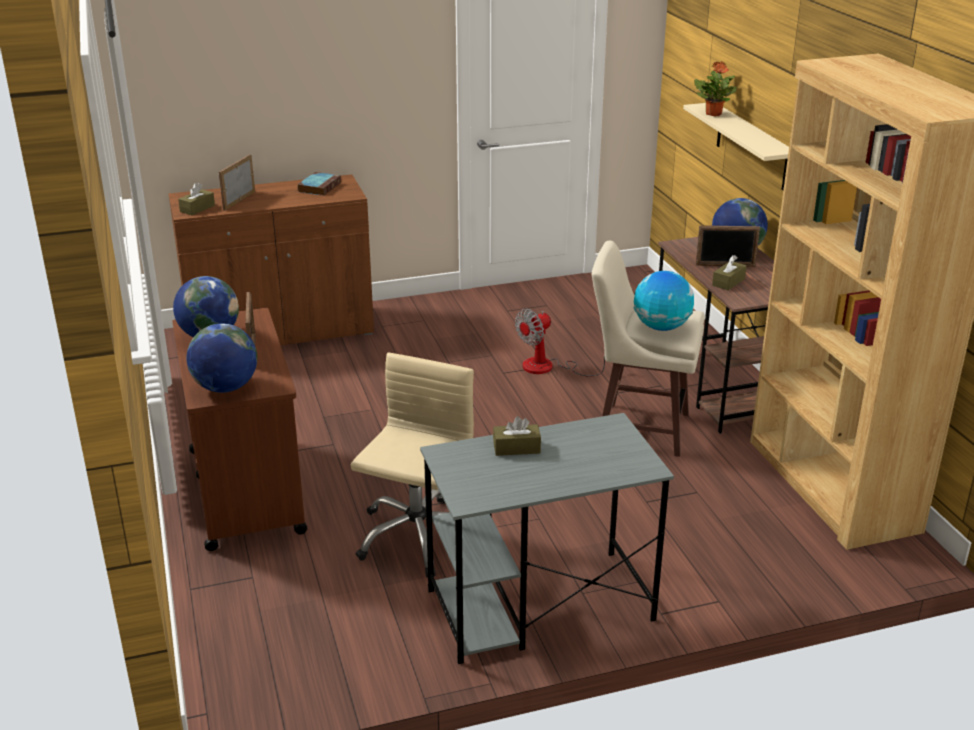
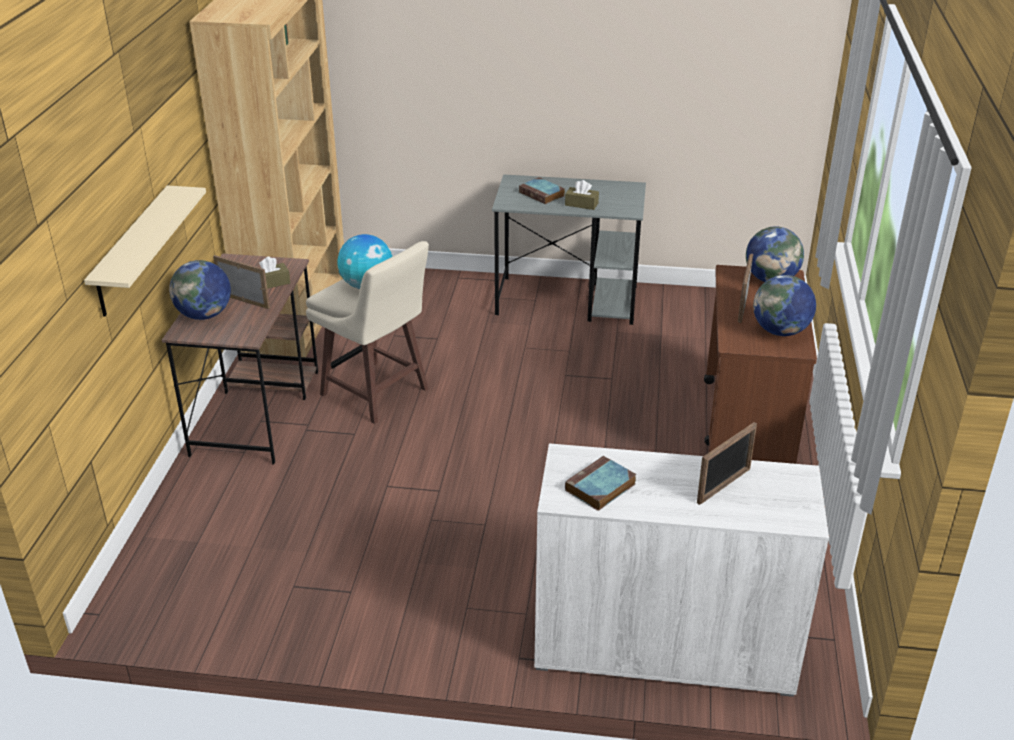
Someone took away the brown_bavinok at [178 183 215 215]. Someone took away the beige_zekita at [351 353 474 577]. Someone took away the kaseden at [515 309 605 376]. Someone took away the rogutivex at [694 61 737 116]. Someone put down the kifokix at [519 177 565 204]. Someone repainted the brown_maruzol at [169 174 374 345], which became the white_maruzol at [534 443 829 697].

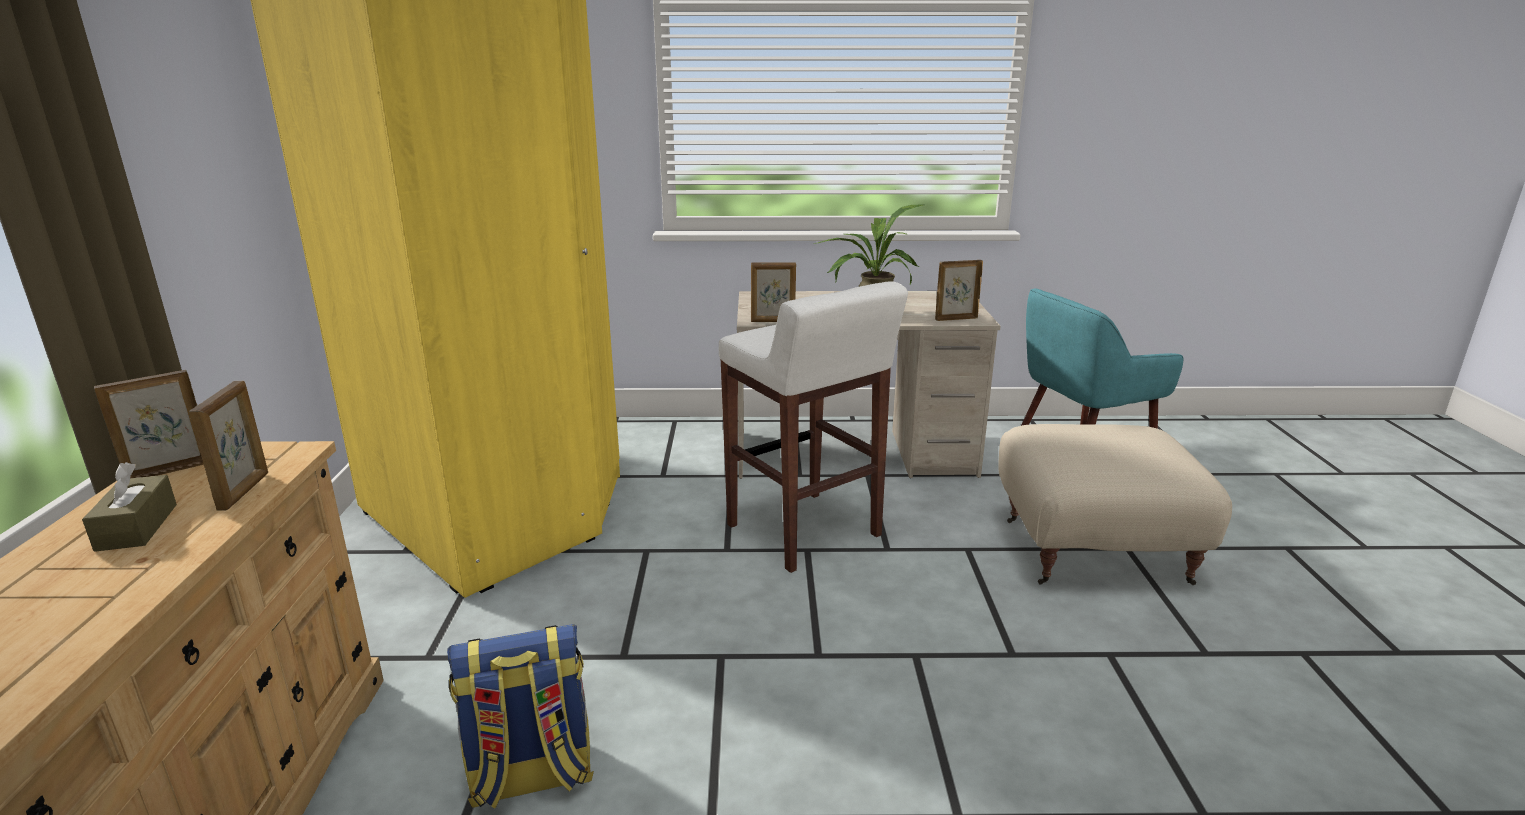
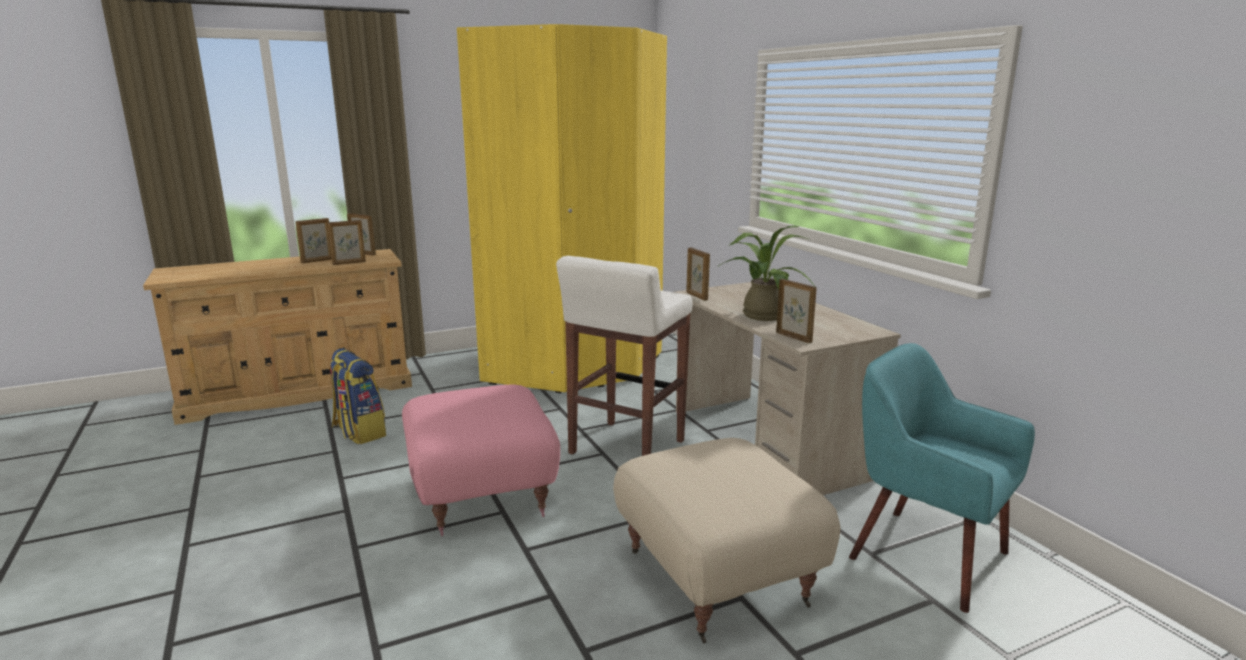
Someone put down the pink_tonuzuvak at [402 384 560 536]. Someone swapped the brown_bavinok at [82 462 177 552] for the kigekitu at [295 218 332 263].

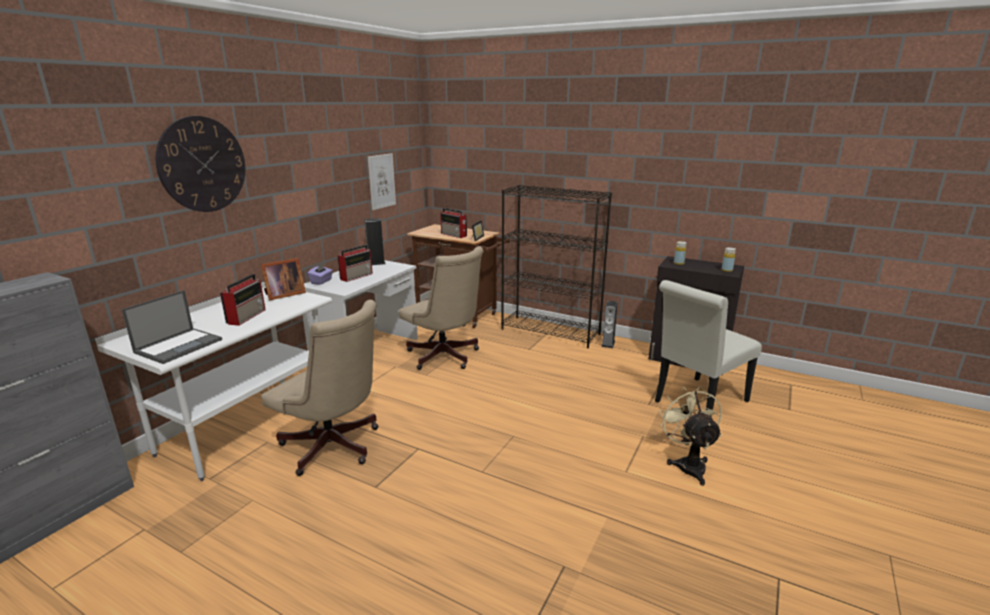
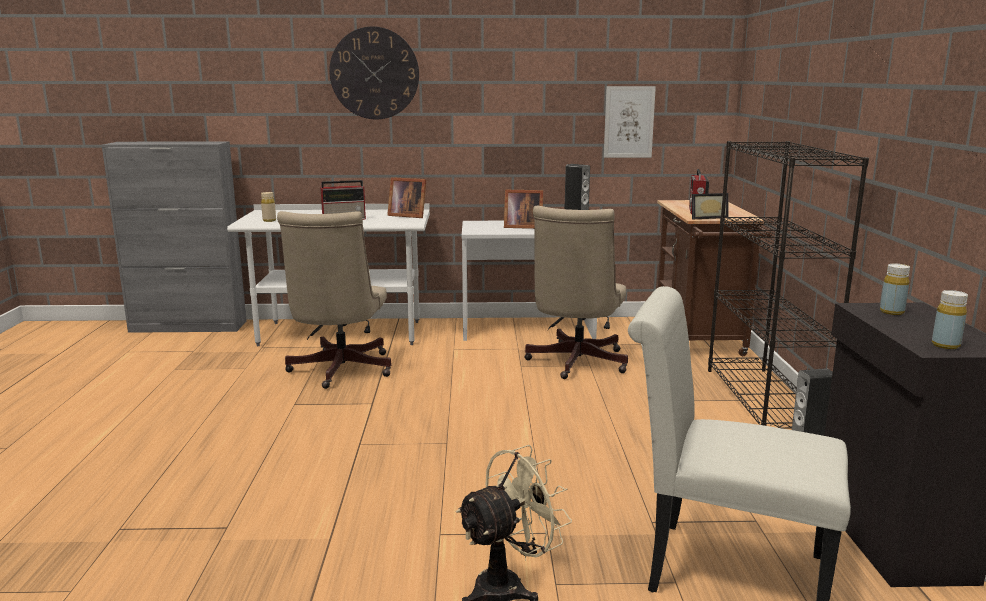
Someone took away the purple_bavinok at [307 263 333 285]. Someone swapped the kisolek at [122 290 222 364] for the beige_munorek at [261 192 276 222]. Someone swapped the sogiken at [337 245 373 282] for the kigekitu at [504 190 543 229].

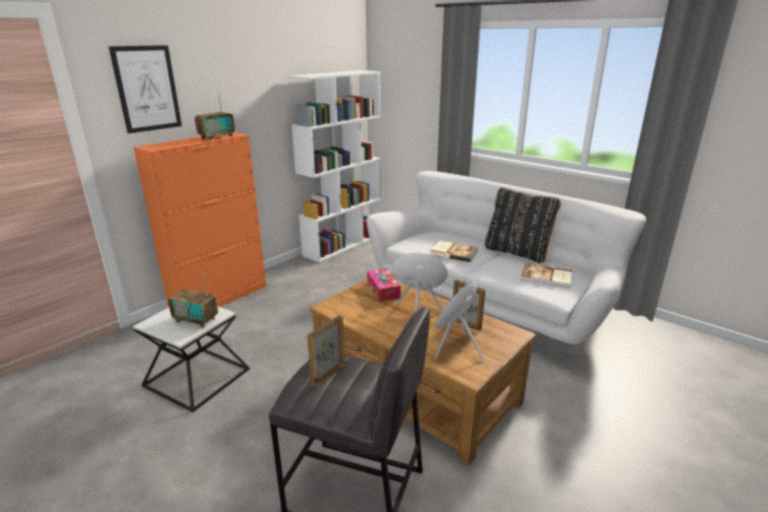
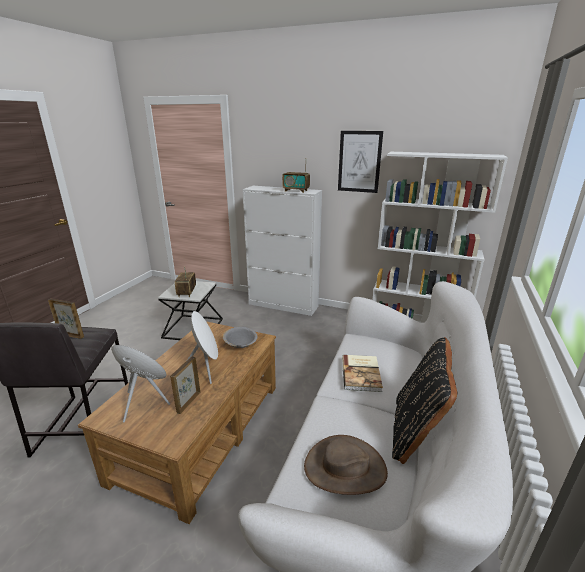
Someone carried the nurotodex from [109 45 182 134] to [338 131 383 193]. Someone swapped the bavinok at [367 268 401 302] for the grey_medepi at [223 327 258 348]. Someone swapped the kifokix at [521 263 572 288] for the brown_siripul at [304 435 388 495]. Someone repainted the orange_maruzol at [133 132 266 308], which became the white_maruzol at [243 186 322 316].

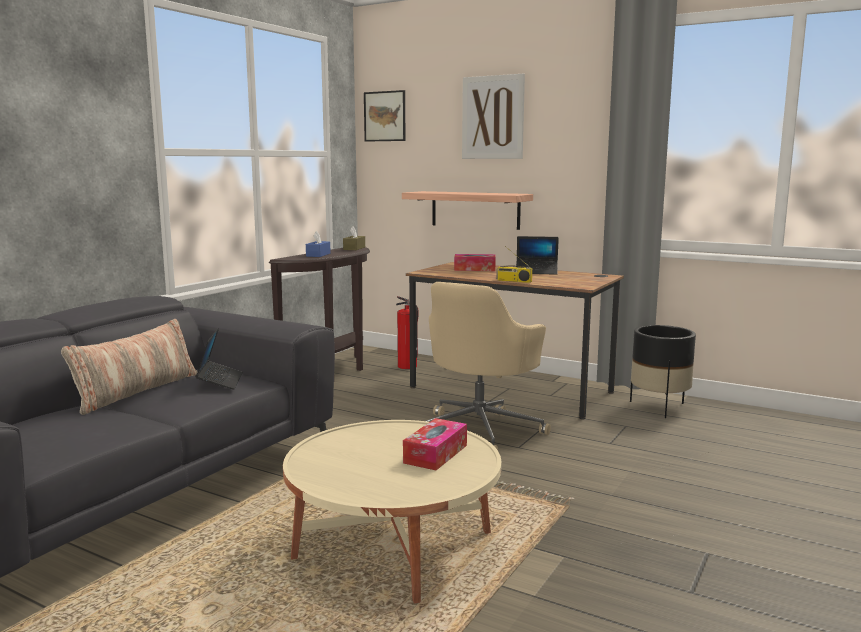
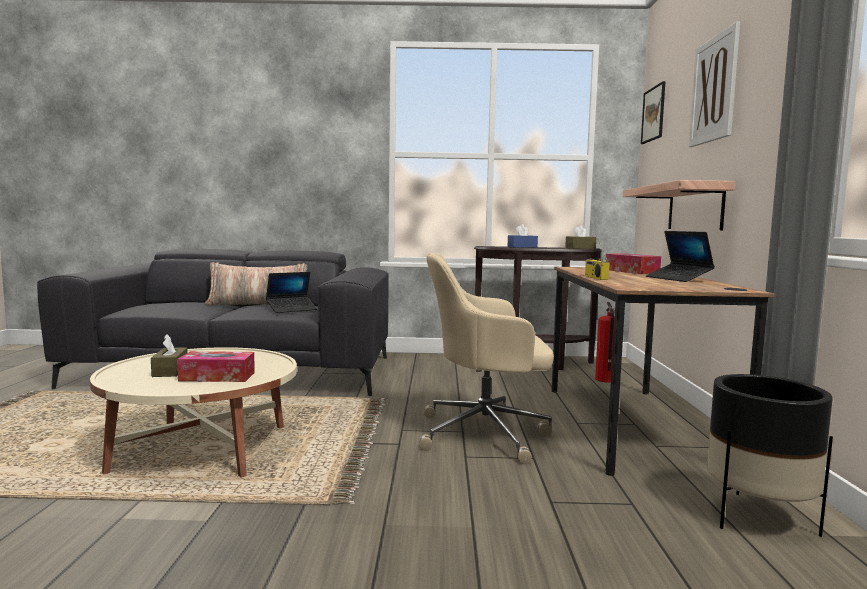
Someone put down the brown_bavinok at [151 334 188 377].

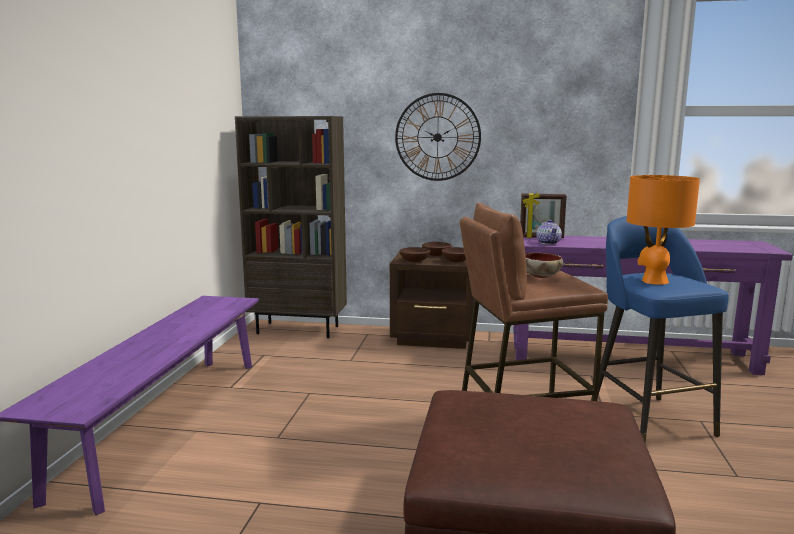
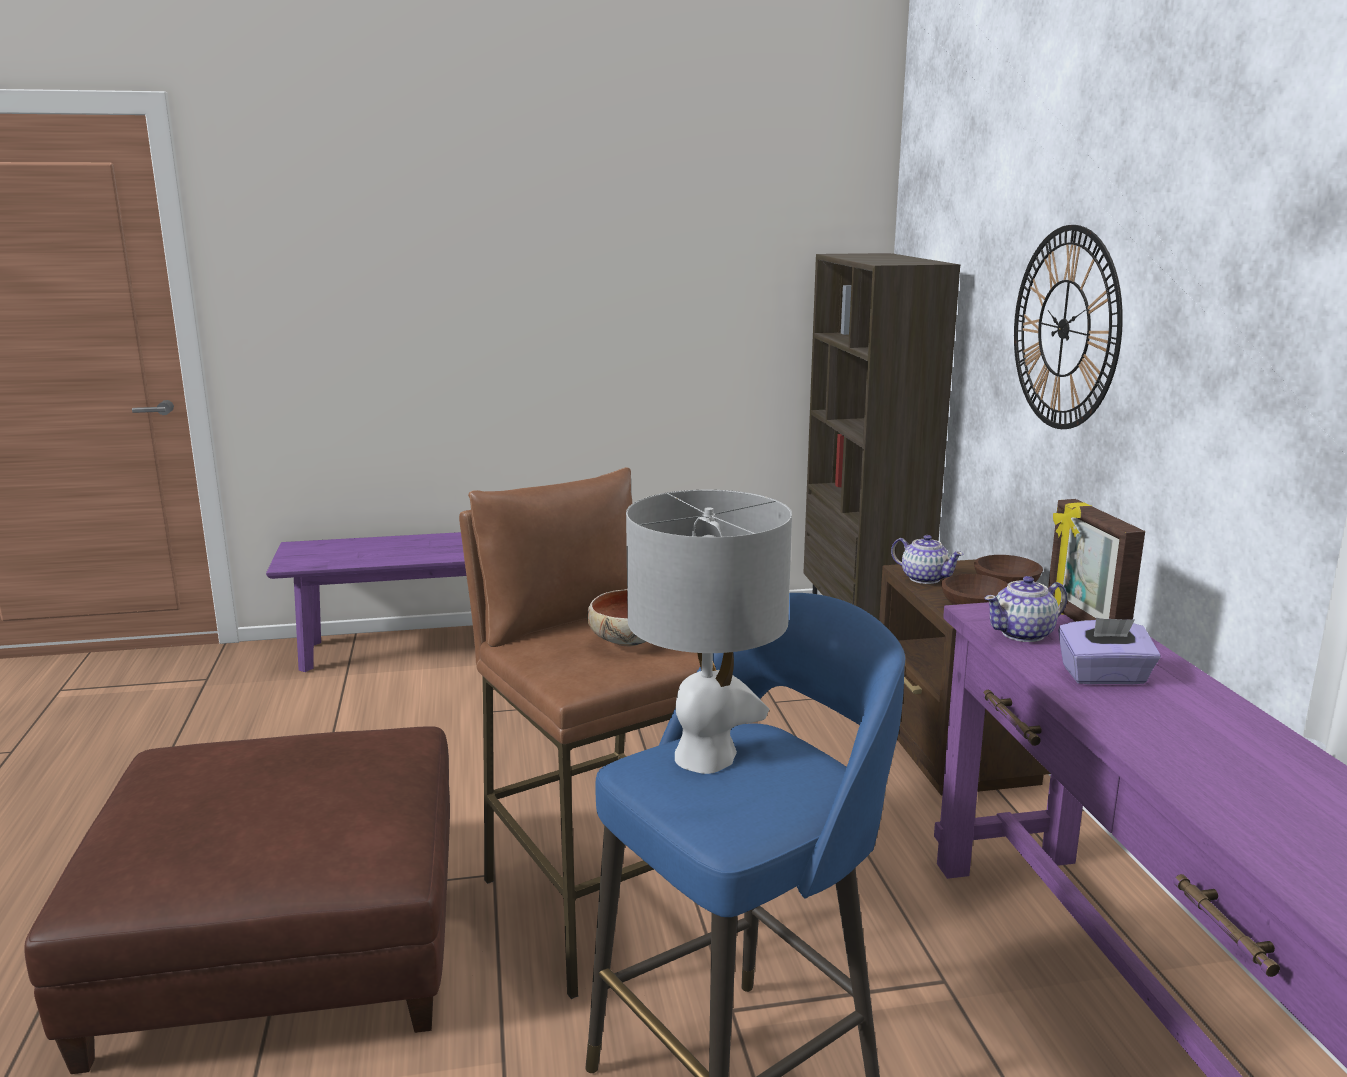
Someone put down the purple_bavinok at [1058 618 1160 684]. Someone swapped the brown_medepi at [399 247 430 262] for the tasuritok at [891 535 963 584]. Someone repainted the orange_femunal at [627 175 700 285], which became the grey_femunal at [626 490 792 774].

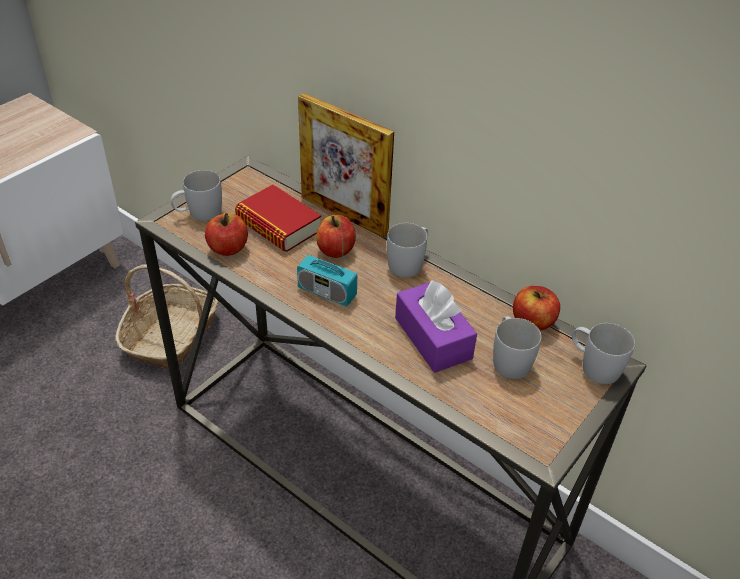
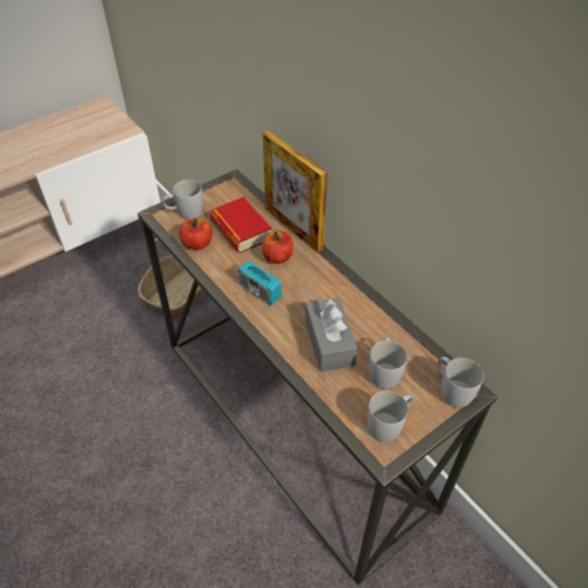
Someone took away the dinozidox at [513 286 560 331]. Someone carried the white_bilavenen from [387 223 428 277] to [367 391 412 442]. Someone repainted the purple_bavinok at [395 280 477 373], which became the grey_bavinok at [305 298 358 372].

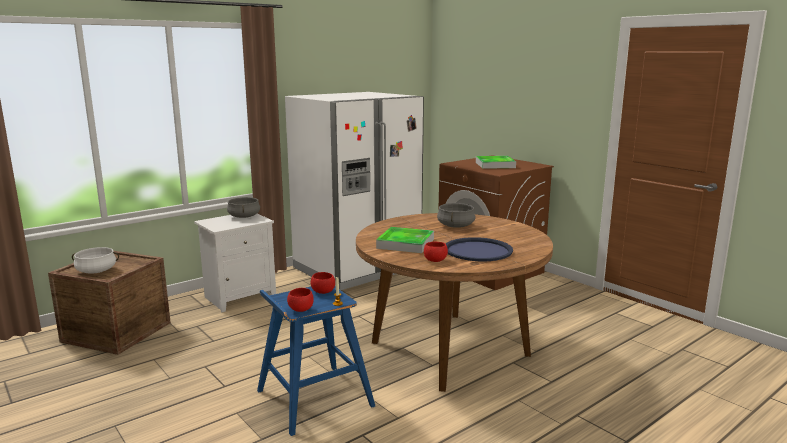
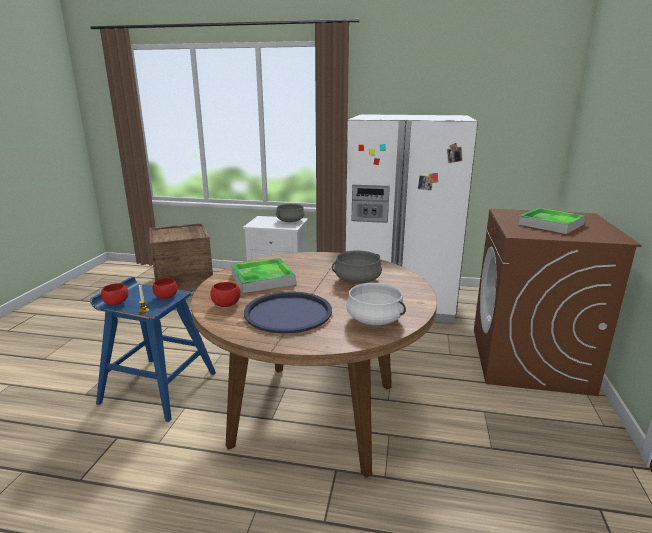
Someone carried the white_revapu from [72 247 119 274] to [346 283 406 325].

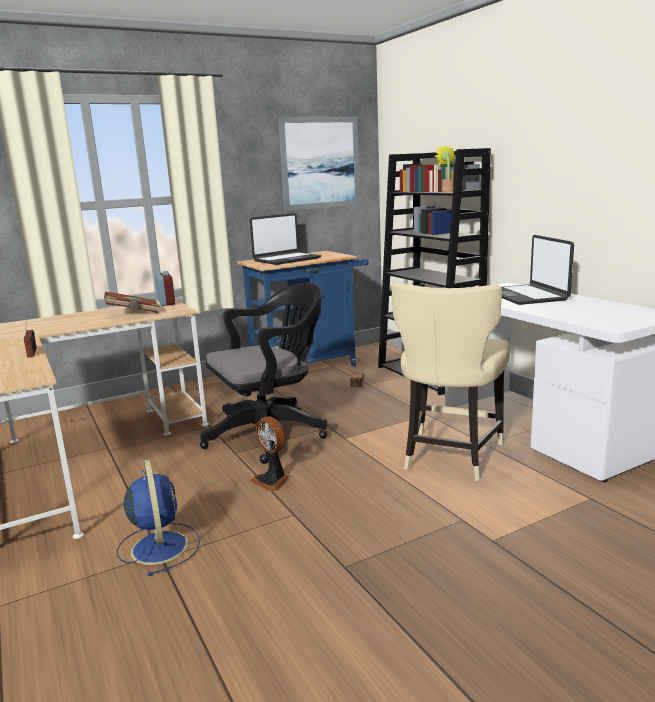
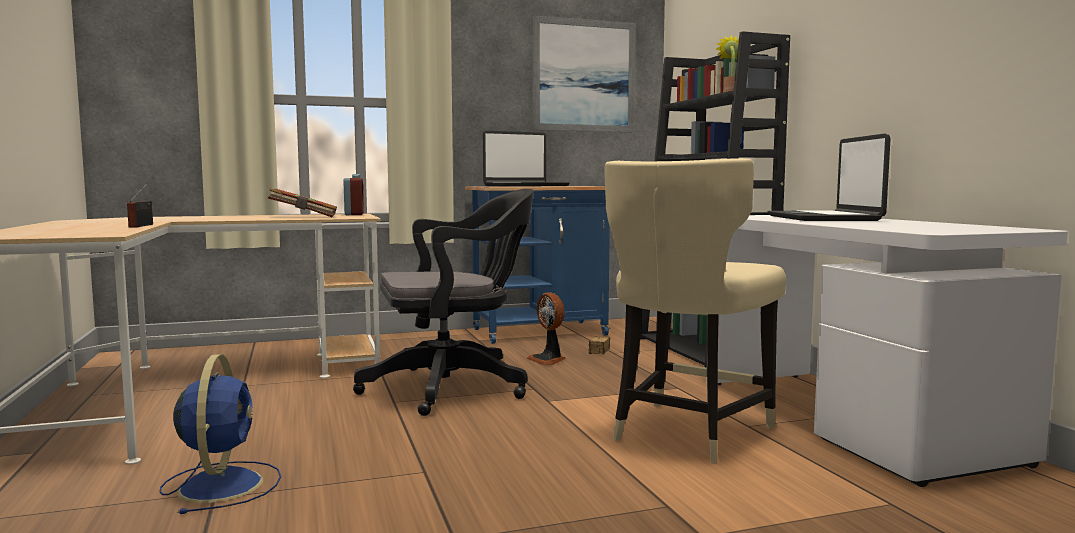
Someone carried the kaseden from [250 416 289 492] to [526 292 566 365].

